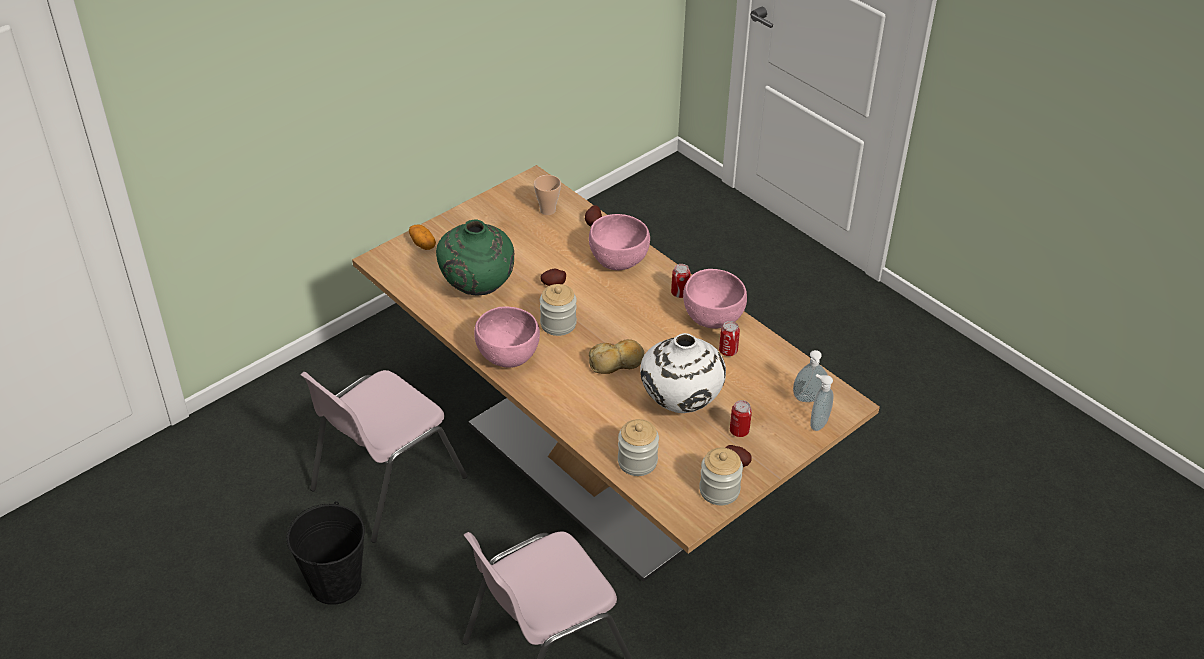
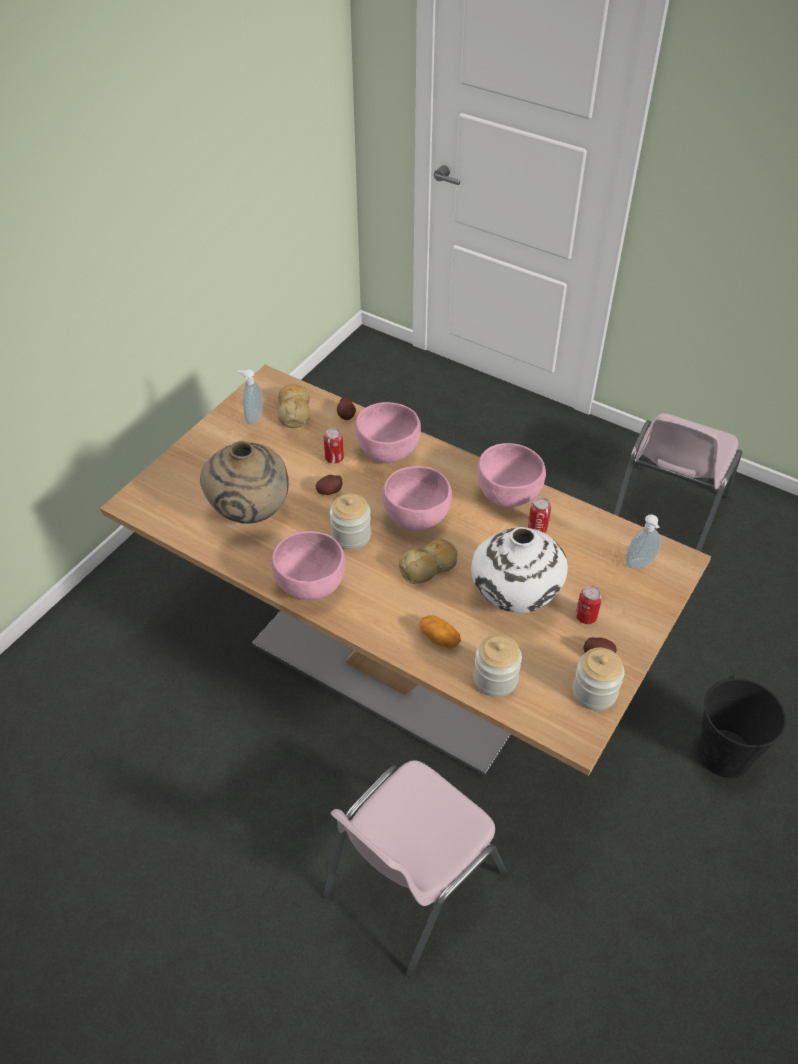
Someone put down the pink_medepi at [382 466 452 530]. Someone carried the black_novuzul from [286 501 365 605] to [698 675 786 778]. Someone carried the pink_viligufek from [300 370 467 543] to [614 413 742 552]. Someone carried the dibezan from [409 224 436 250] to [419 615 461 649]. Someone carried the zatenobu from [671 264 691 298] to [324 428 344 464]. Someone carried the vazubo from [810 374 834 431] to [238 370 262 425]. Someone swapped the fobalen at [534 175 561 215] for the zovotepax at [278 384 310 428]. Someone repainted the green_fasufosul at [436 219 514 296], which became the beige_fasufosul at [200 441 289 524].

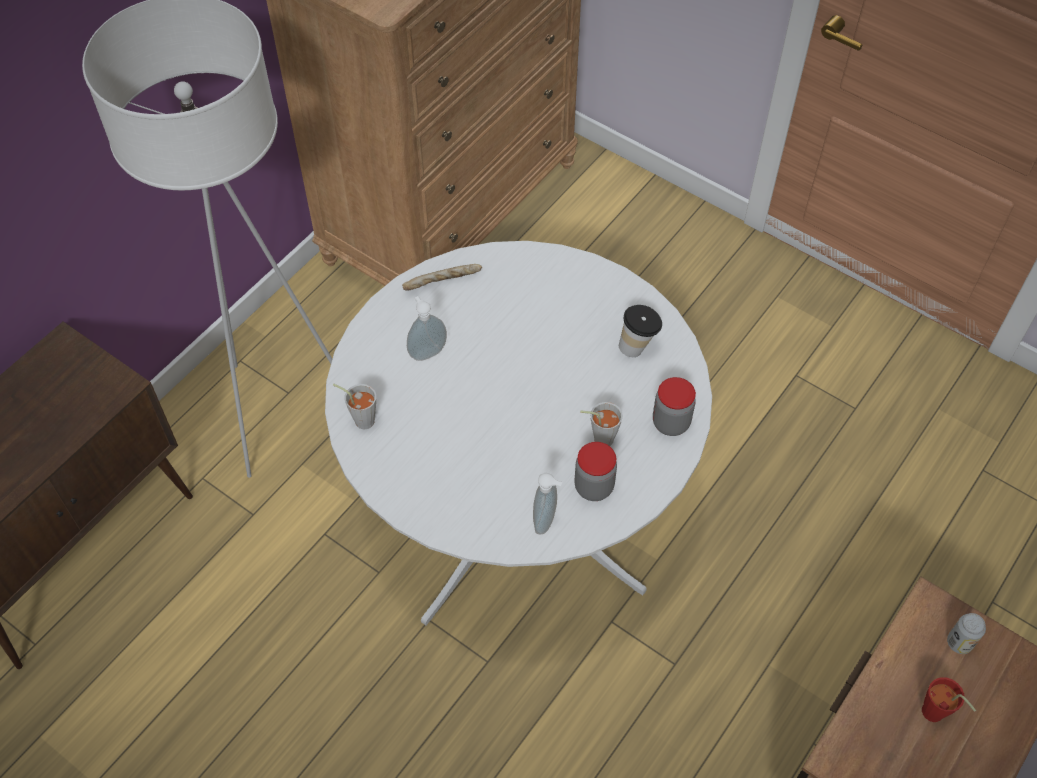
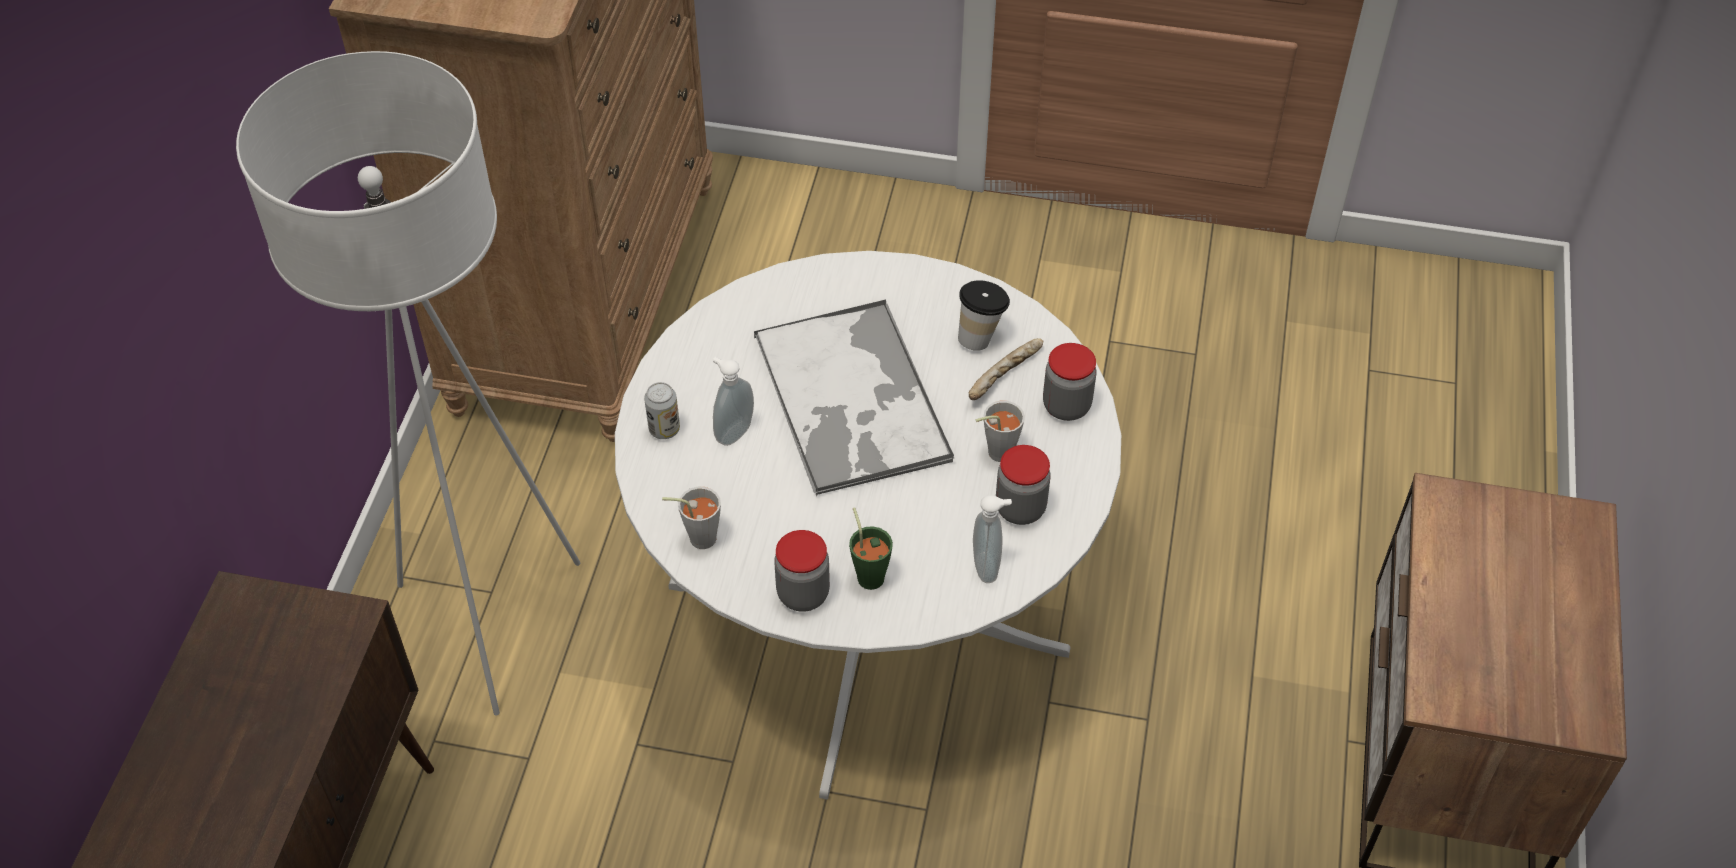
Someone took away the red_fobalen at [922 677 976 722]. Someone put down the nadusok at [754 300 954 496]. Someone put down the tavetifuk at [774 530 830 612]. Someone put down the green_fobalen at [849 507 893 590]. Someone carried the zovotepax from [402 264 482 291] to [969 338 1043 400]. Someone carried the zatenobu from [947 613 986 654] to [644 382 680 439].

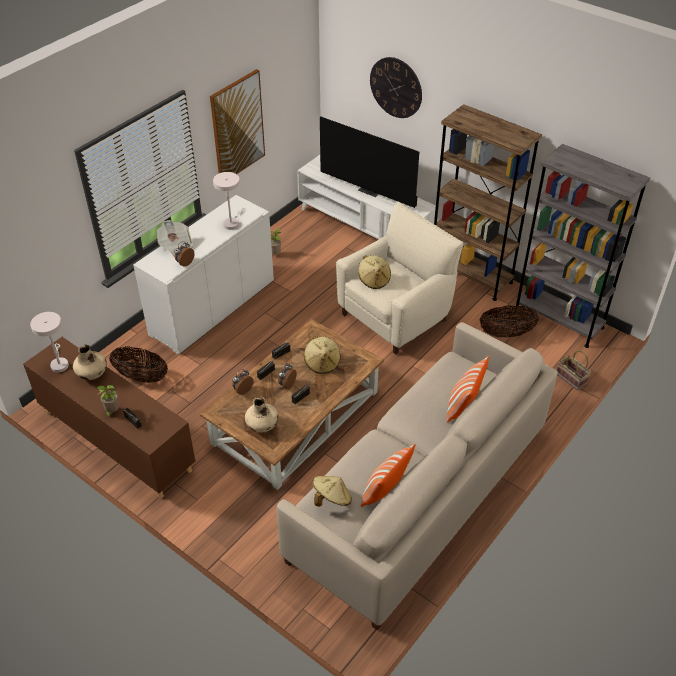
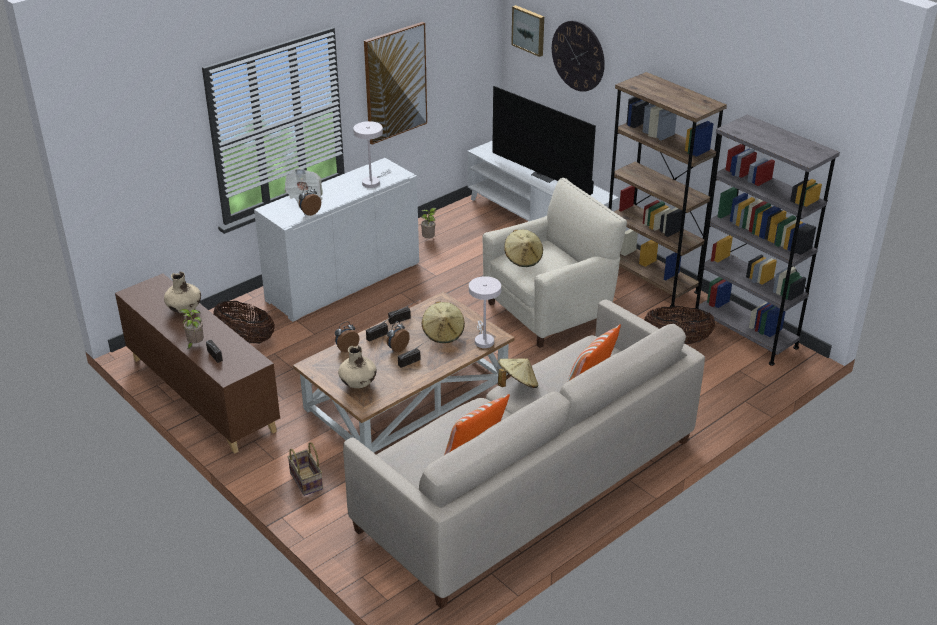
Someone put up the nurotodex at [511 5 544 57]. Someone carried the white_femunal from [30 312 69 372] to [469 276 501 348]. Someone carried the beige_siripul from [312 476 352 507] to [498 359 538 388]. Someone carried the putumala from [557 350 591 390] to [288 442 323 496].

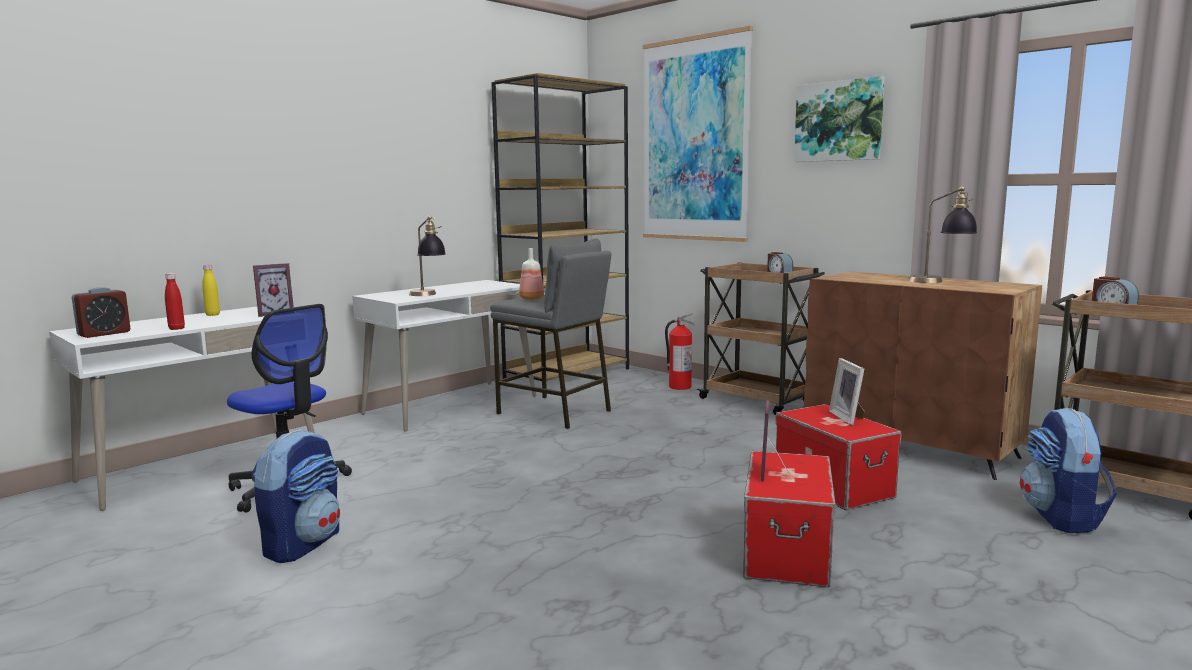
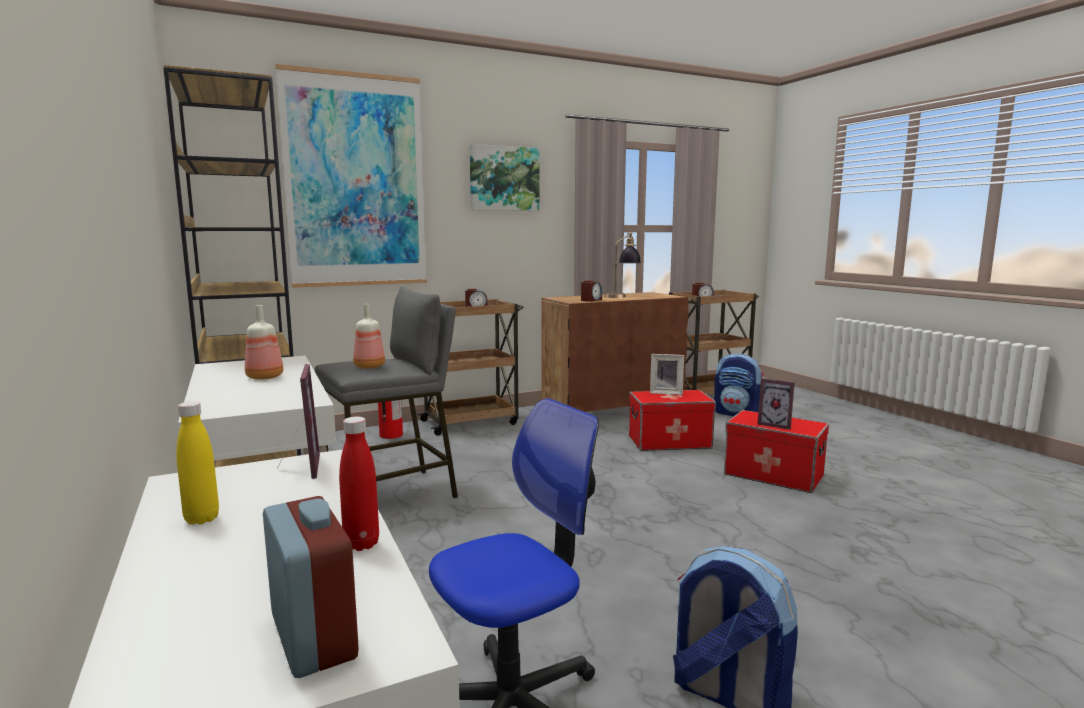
Someone took away the femunal at [409 216 446 296]. Someone put down the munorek at [245 305 283 380]. Someone put down the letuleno at [581 280 602 302].

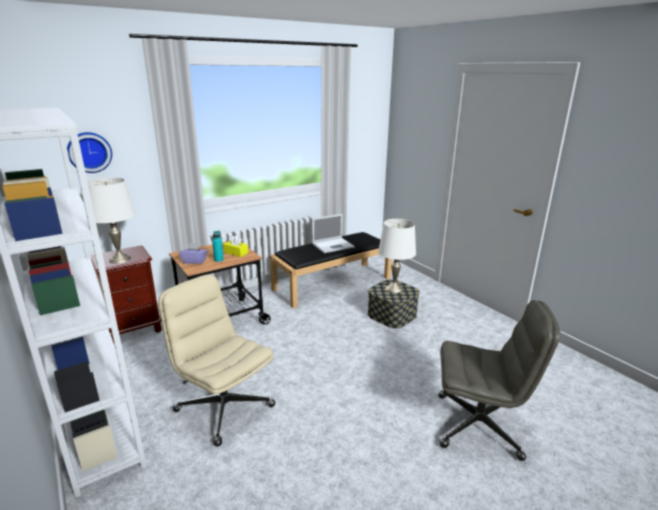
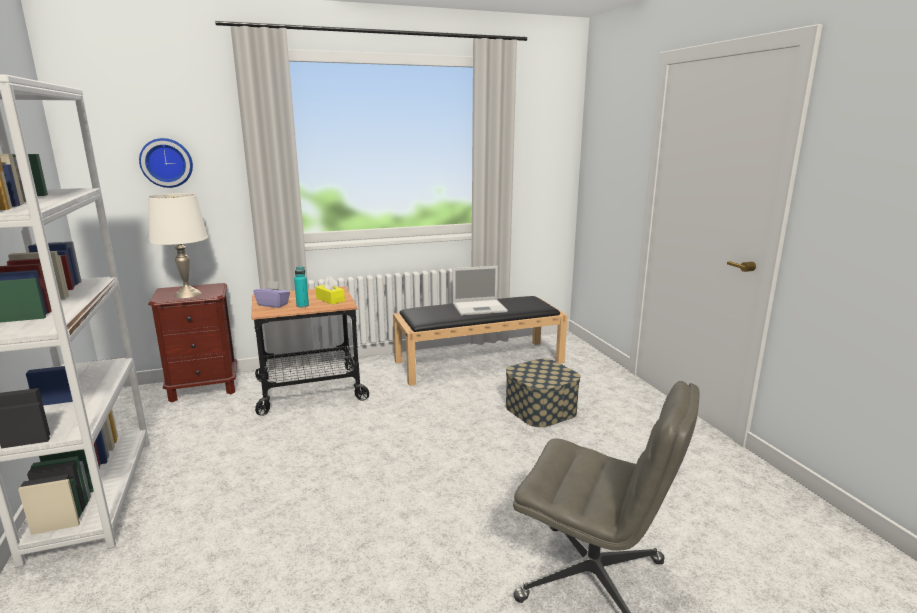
Someone took away the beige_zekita at [158 274 275 447]. Someone took away the white_femunal at [378 219 416 293].

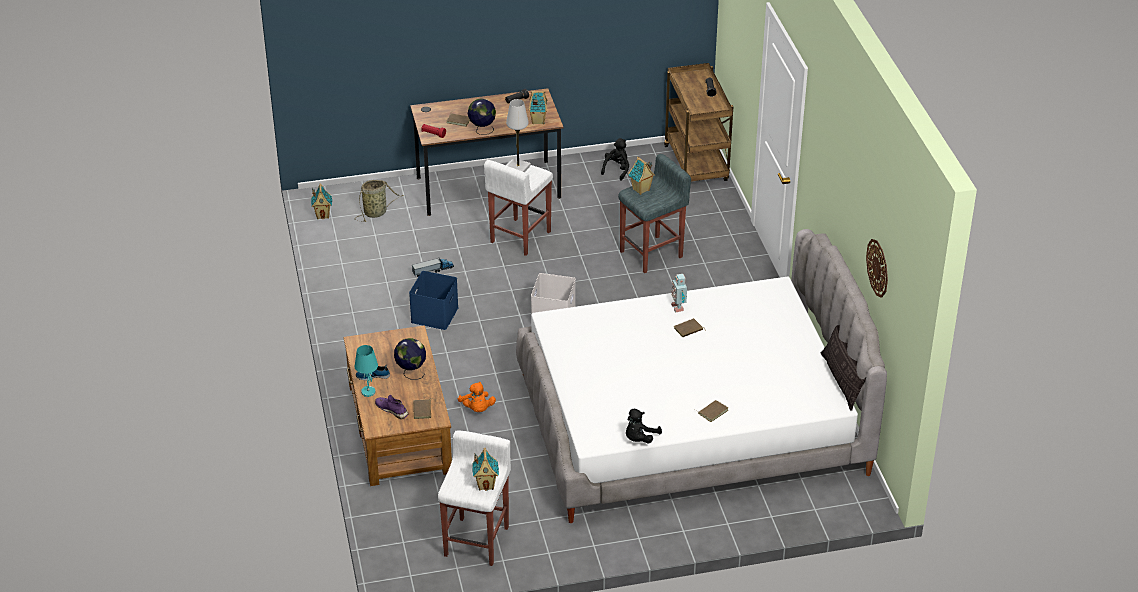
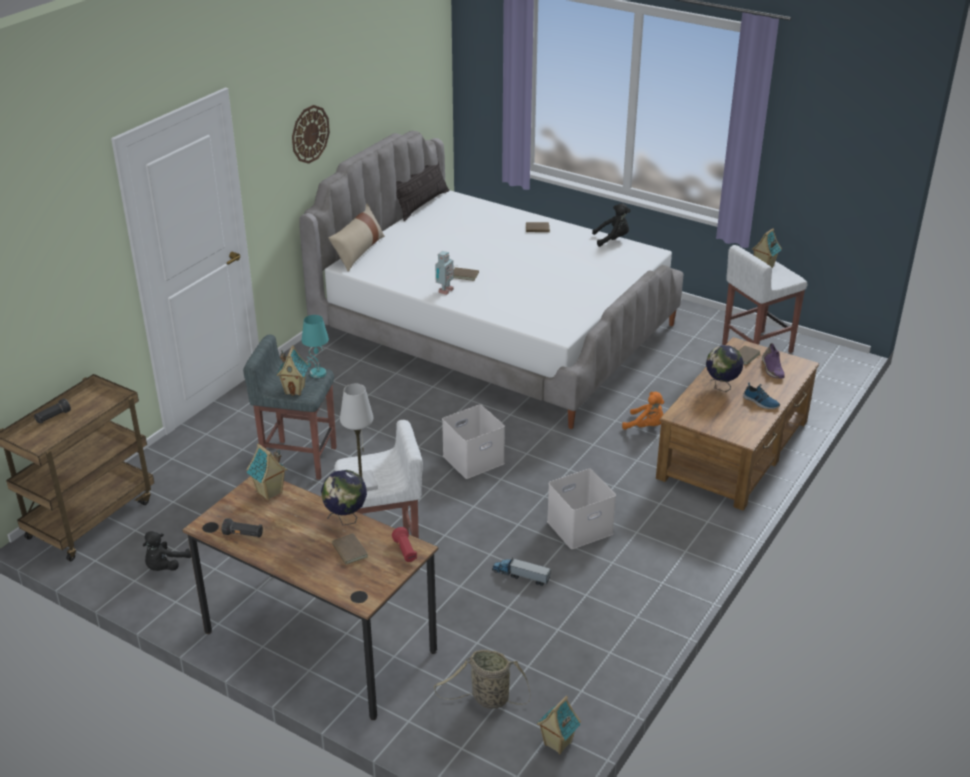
Someone put down the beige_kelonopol at [329 204 385 271]. Someone carried the turquoise_femunal from [355 345 378 397] to [301 315 329 378]. Someone carried the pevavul from [866 239 888 298] to [292 105 330 164]. Someone repainted the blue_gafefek at [409 271 459 330], which became the white_gafefek at [547 469 616 549]. Someone rotated the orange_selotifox at [458 382 496 412] by 90 degrees clockwise. Someone rotated the black_selotifox at [601 138 629 180] by 45 degrees counterclockwise.

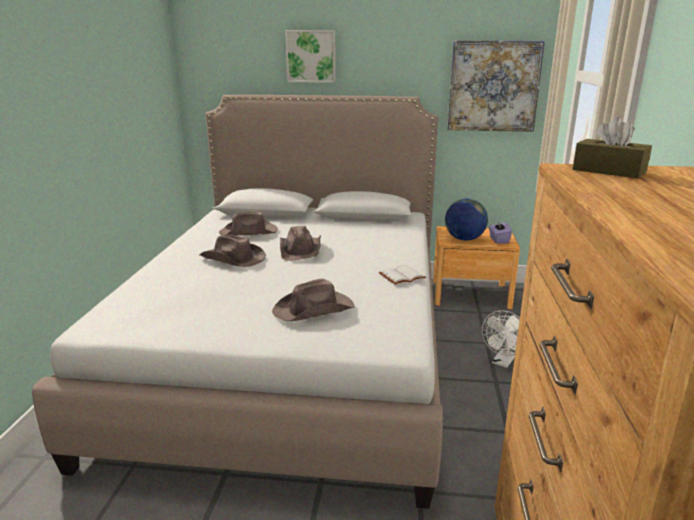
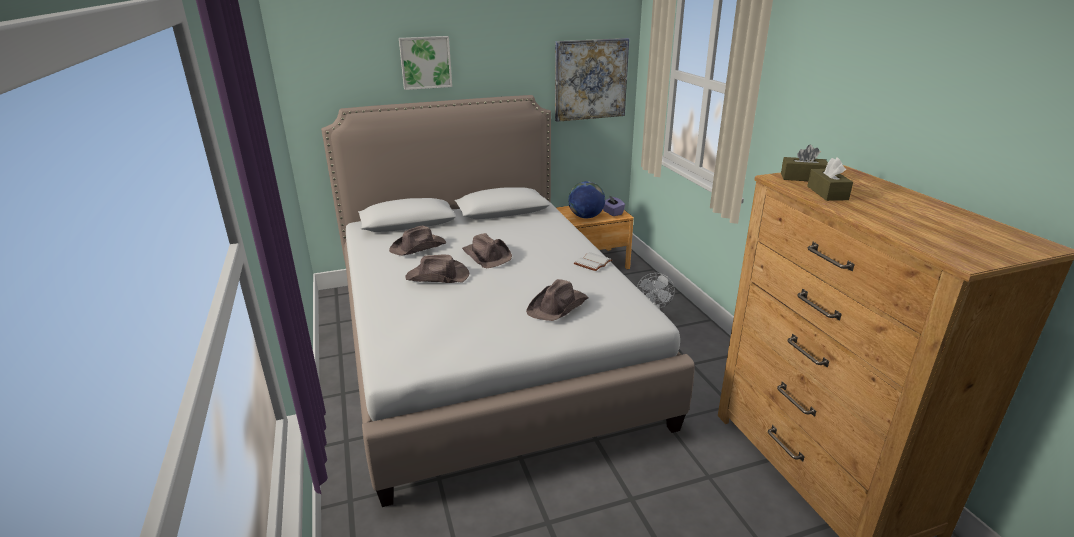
Someone put down the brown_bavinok at [807 157 853 201].

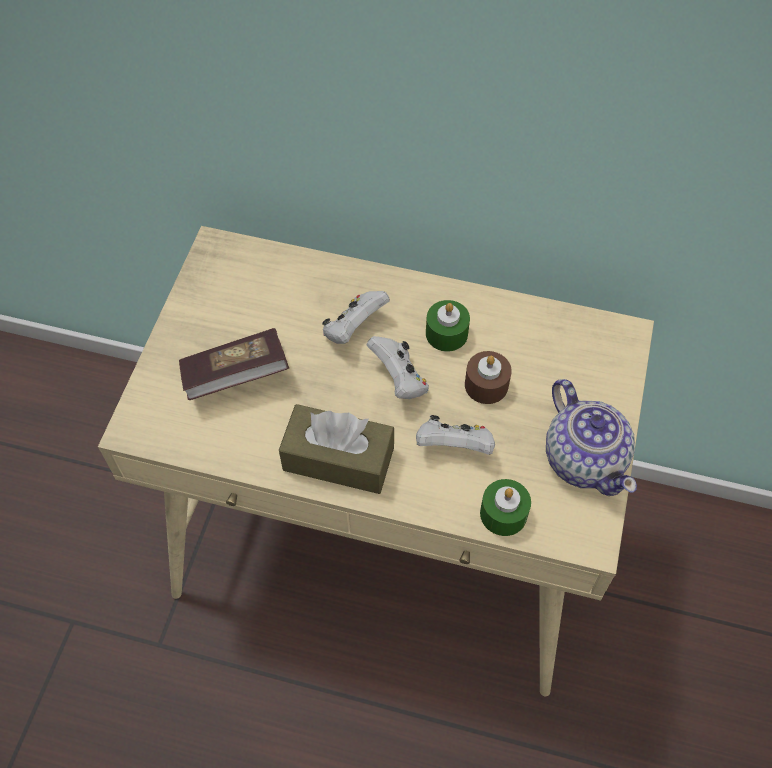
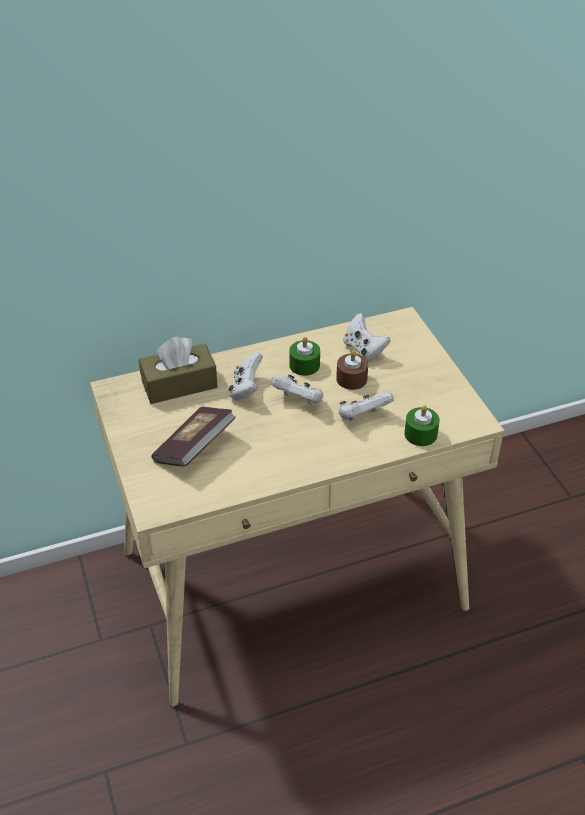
Someone took away the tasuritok at [546 379 637 496]. Someone put down the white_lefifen at [343 313 390 362]. Someone carried the brown_bavinok from [279 404 394 494] to [139 336 218 404].

